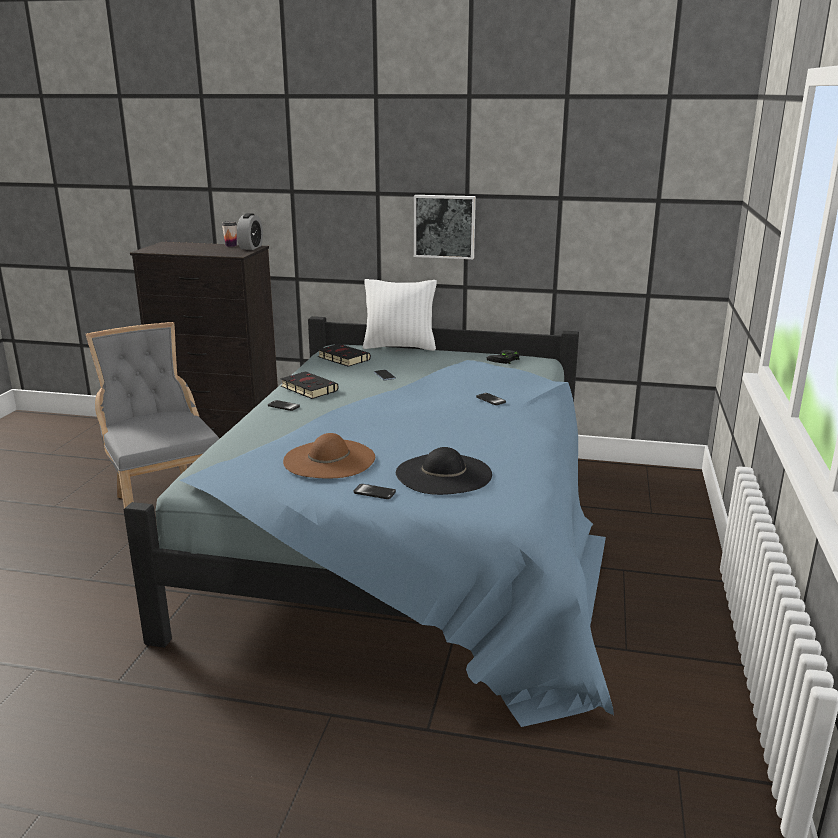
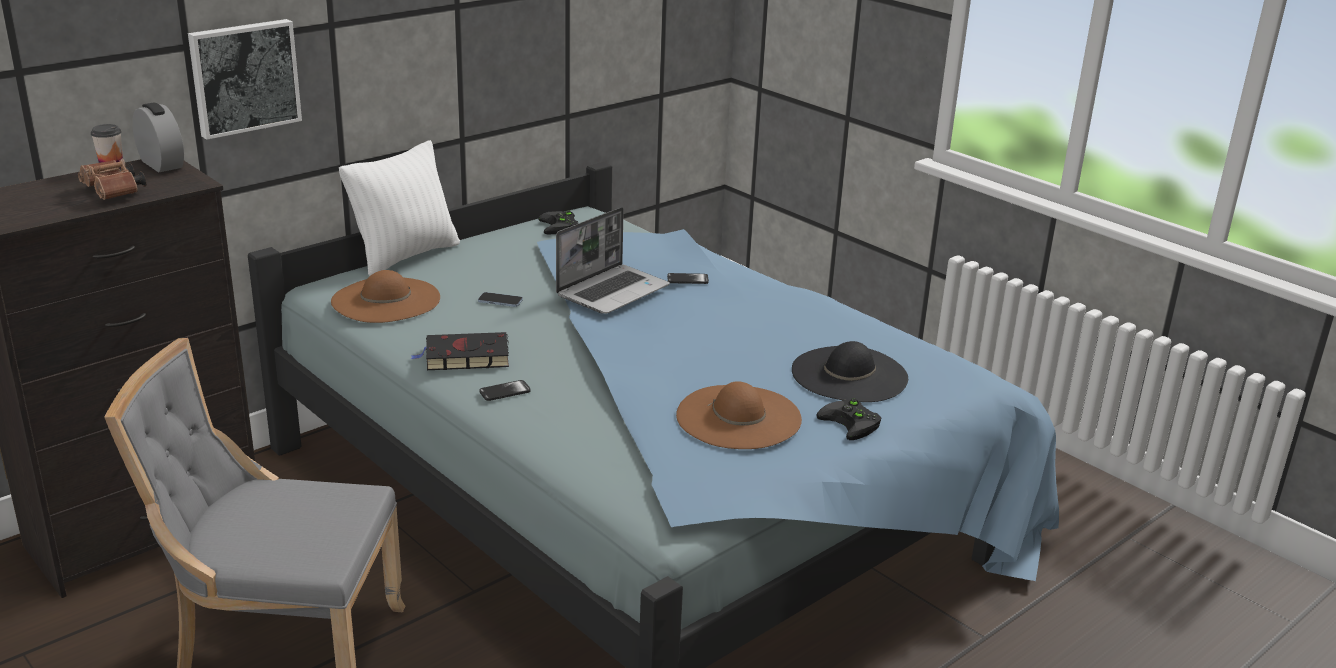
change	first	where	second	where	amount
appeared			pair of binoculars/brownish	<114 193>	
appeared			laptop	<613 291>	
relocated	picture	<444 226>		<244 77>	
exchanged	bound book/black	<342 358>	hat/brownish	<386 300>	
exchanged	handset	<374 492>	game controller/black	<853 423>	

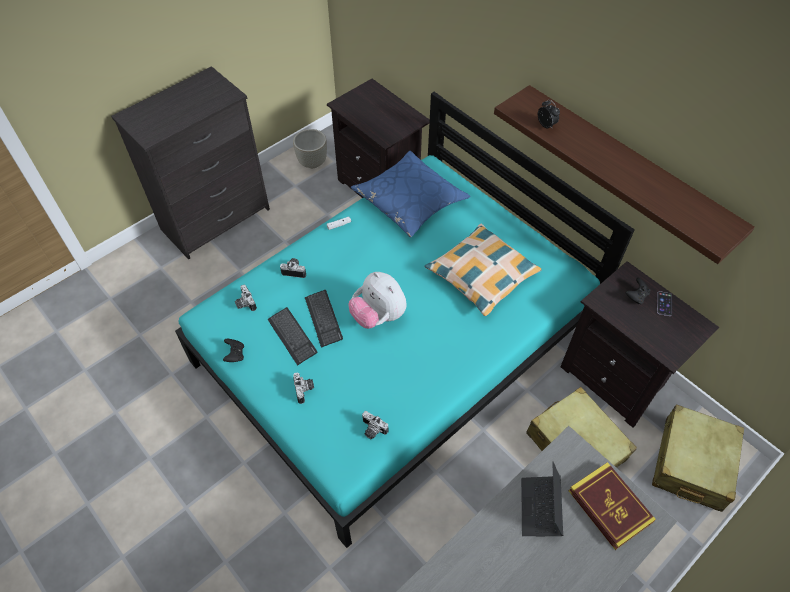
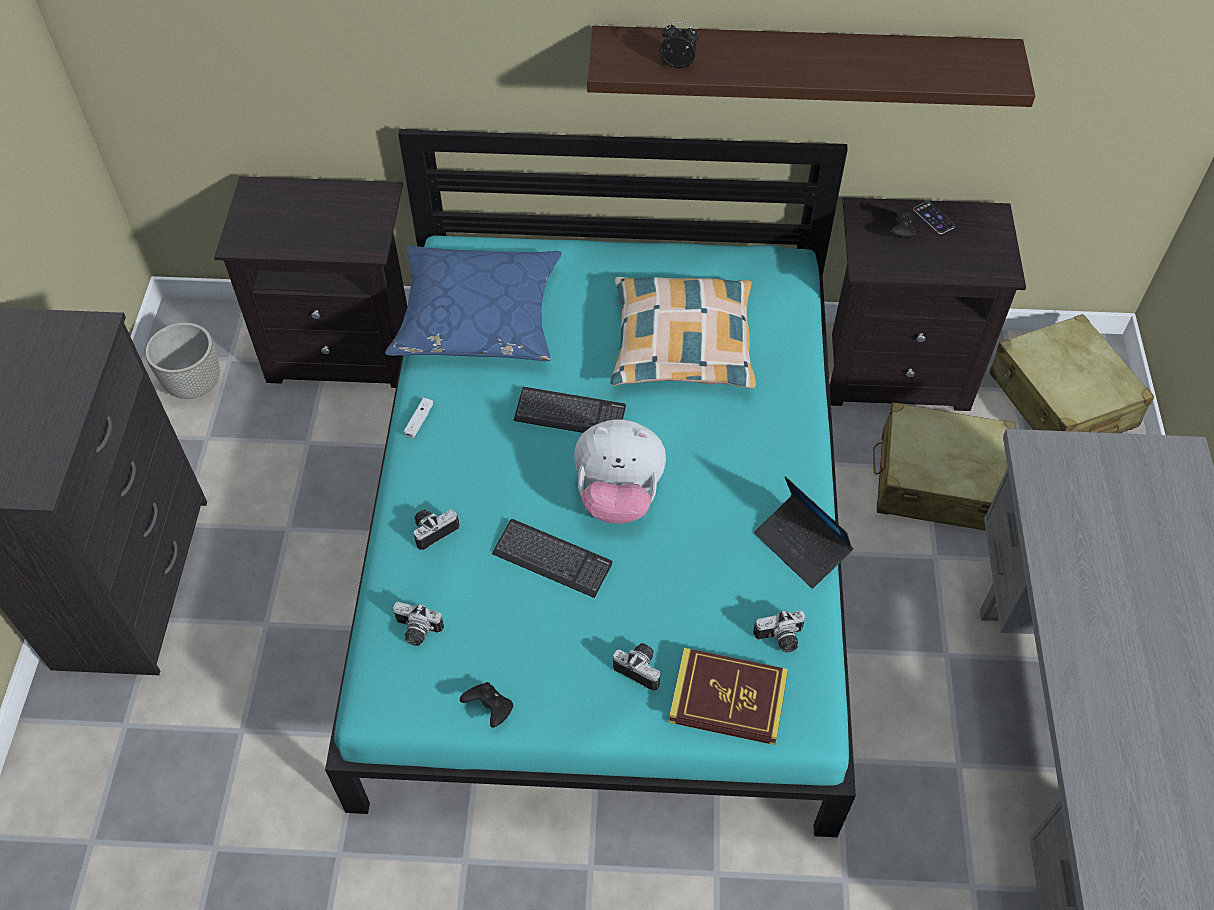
change	first	where	second	where	amount
relocated	keyboard	<292 336>		<570 414>	
relocated	laptop	<540 508>		<802 546>	
relocated	bound book	<609 506>		<728 699>	

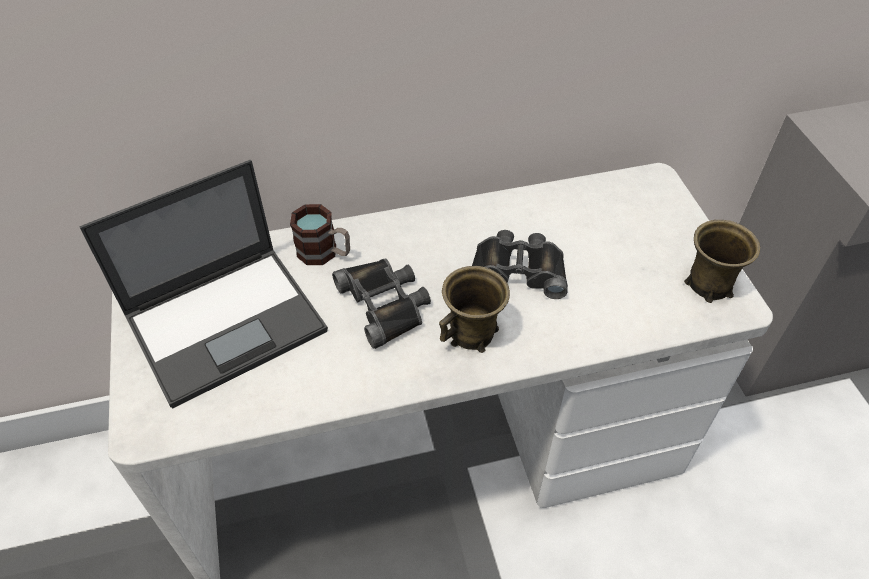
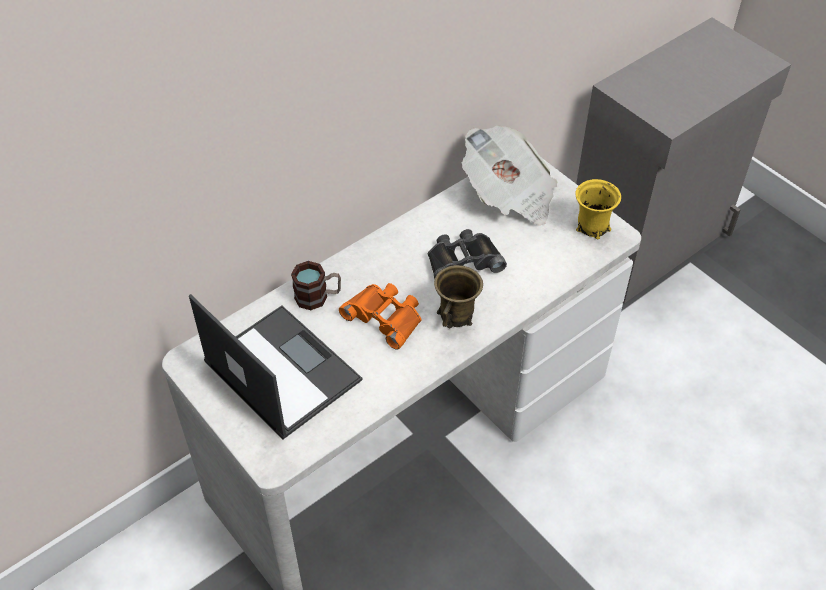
change	first	where	second	where	amount
appeared			newspaper	<509 195>	
colour	pair of binoculars/black	<385 304>	pair of binoculars/orange-coloured	<385 317>	
colour	tea mug/brownish	<708 283>	tea mug/yellow-coloured	<592 226>	
spun	laptop	<228 322>		<280 370>	75 degrees counterclockwise

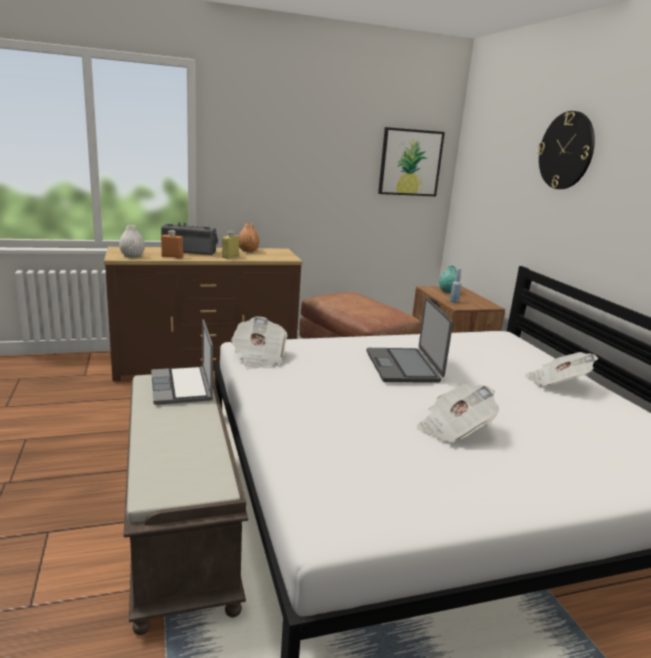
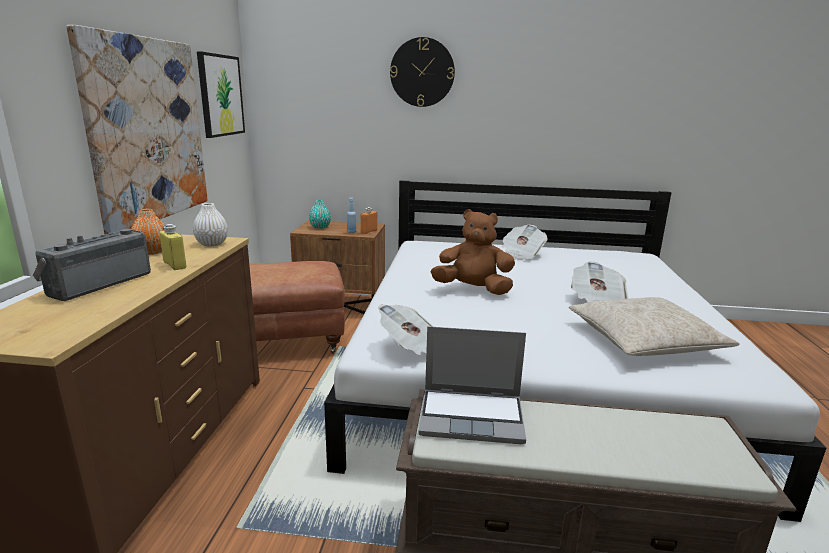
change	first	where	second	where	amount
appeared			picture	<148 131>	
appeared			pillow/beige-coloured	<643 340>	
relocated	decorative vase/whitish	<132 256>		<212 244>	
relocated	drink bottle/orange-coloured	<172 257>		<369 231>	
exchanged	laptop	<404 366>	plush toy/brownish	<473 289>	

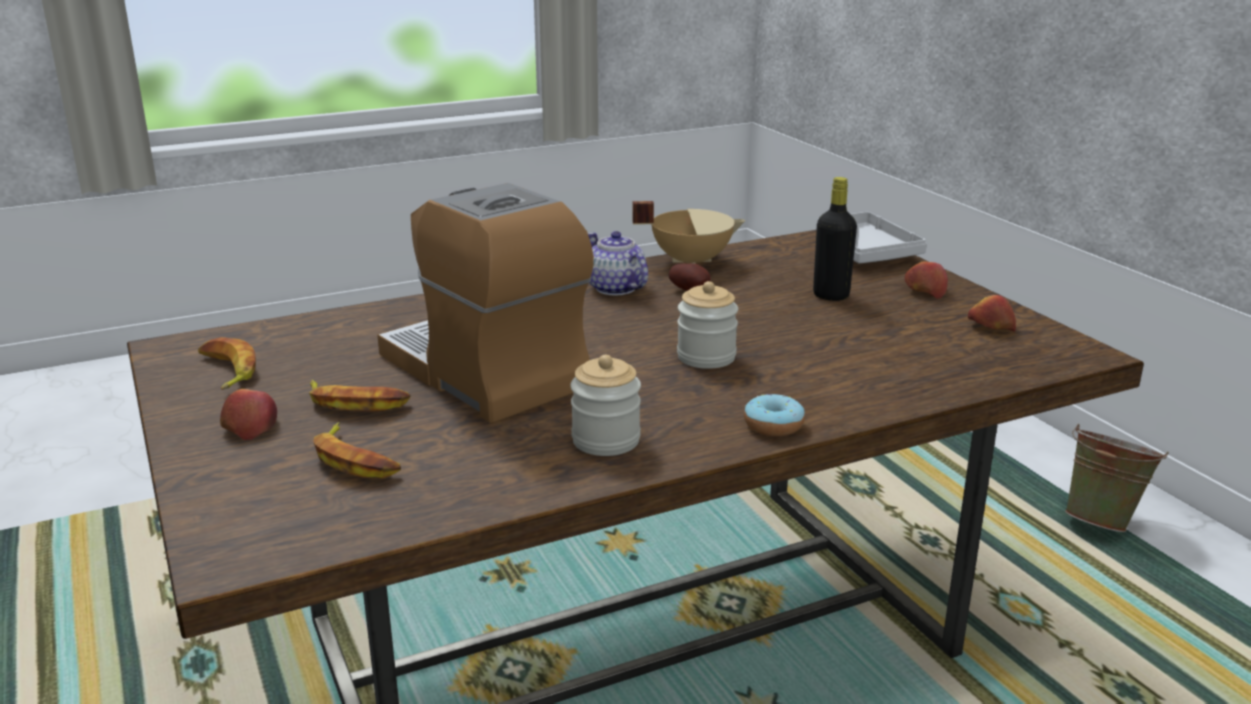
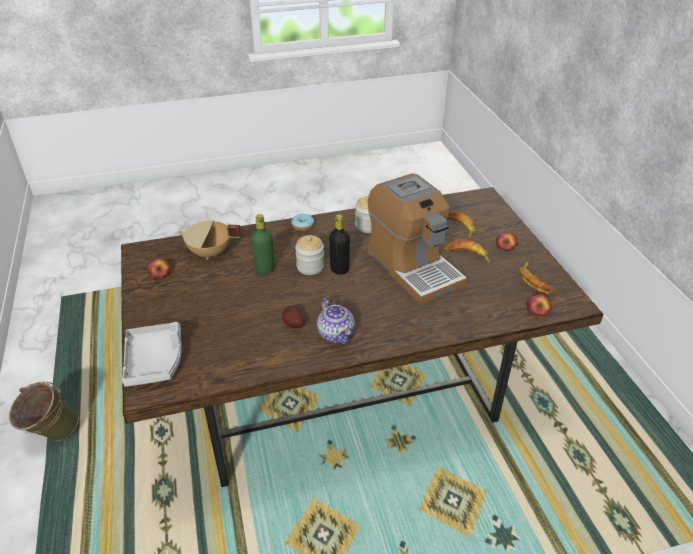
change	first	where	second	where	amount
appeared			drink bottle/green-coloured	<265 269>	
relocated	cooking pot/beige-coloured	<690 261>		<210 253>	
relocated	drink bottle/black	<831 295>		<339 269>	
relocated	apple	<924 291>		<537 310>	

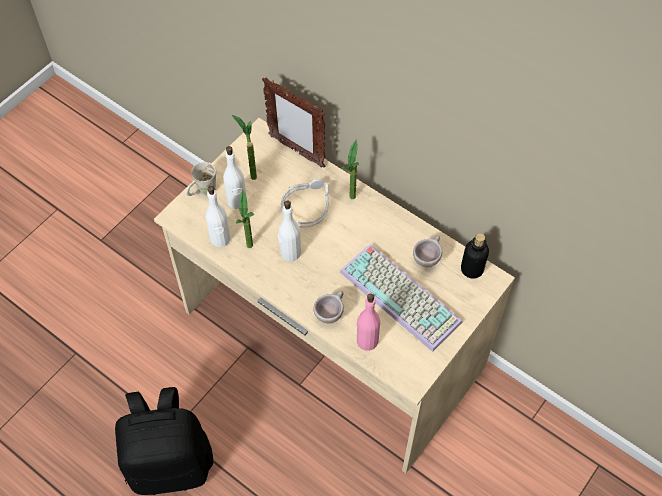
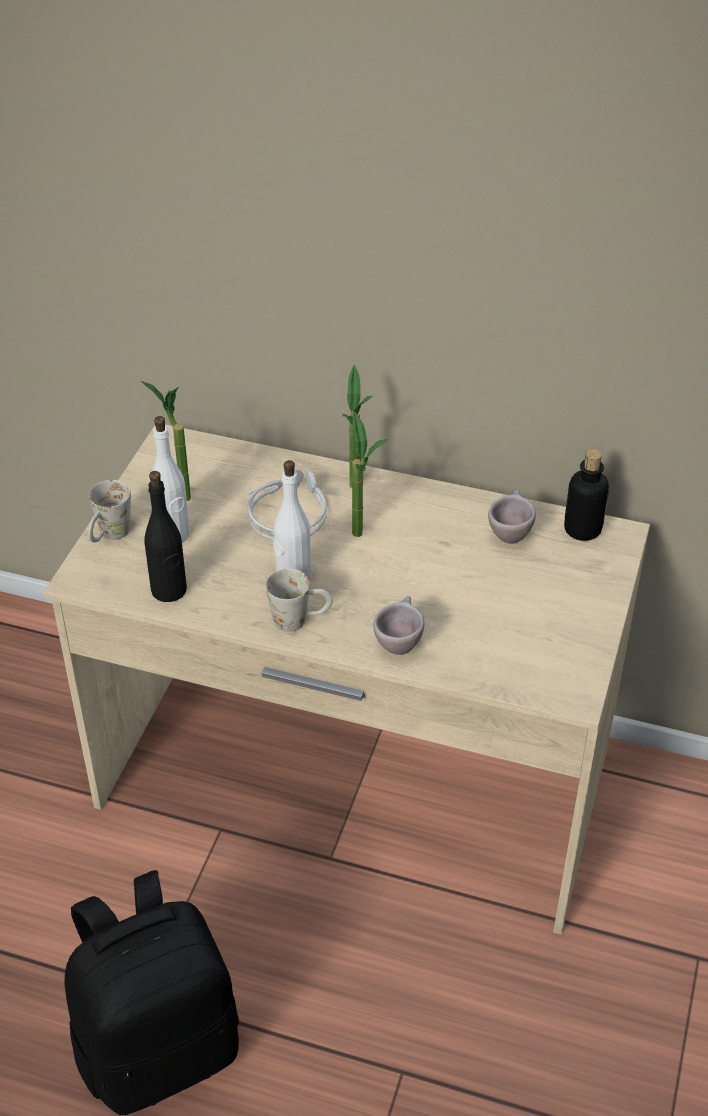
change	first	where	second	where	amount
missing	standing frame	<296 151>			
missing	keyboard	<403 296>			
missing	drink bottle/pink-coloured	<367 340>			
appeared			tea mug/whitish	<300 619>	
relocated	houseplant	<251 251>		<364 539>	
colour	drink bottle/whitish	<220 239>	drink bottle/black	<169 590>	

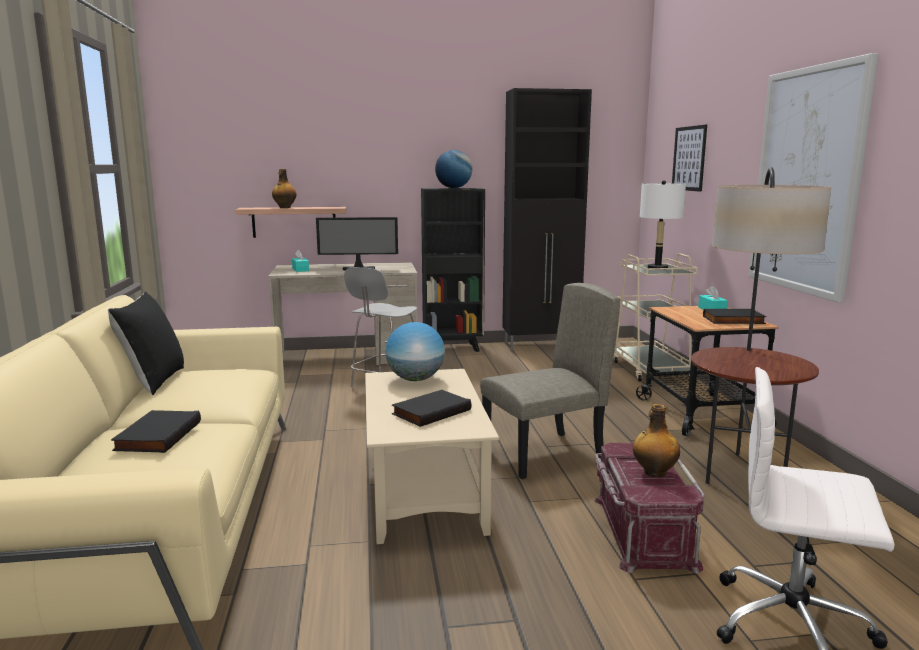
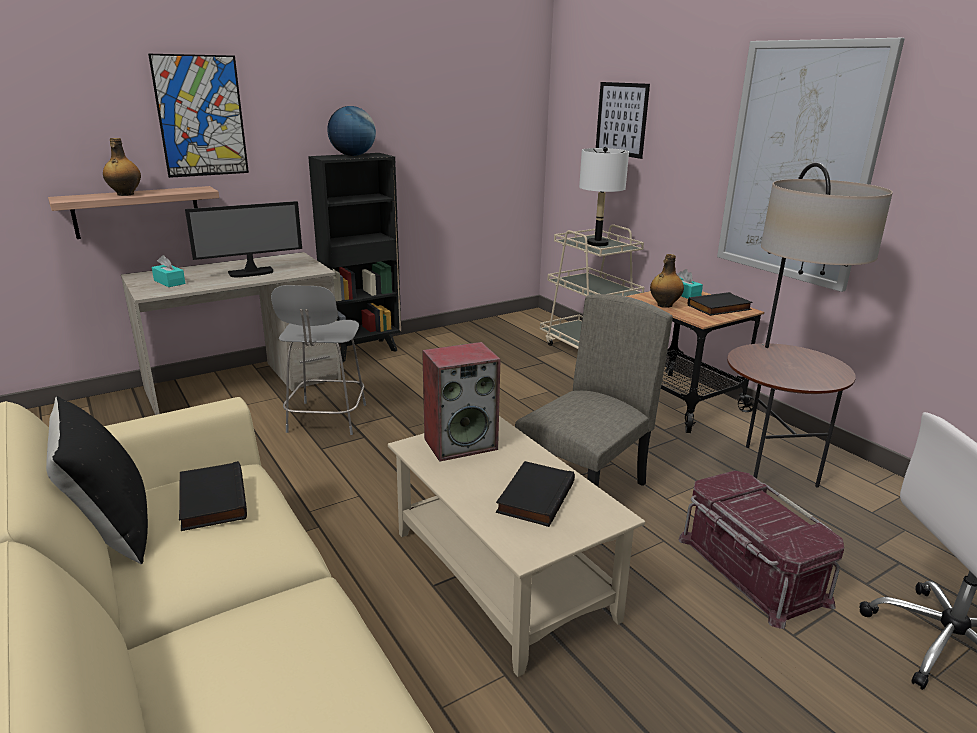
change	first	where	second	where	amount
missing	storage cabinet/black	<541 346>			
appeared			picture	<201 116>	
relocated	bound book/black	<157 435>		<210 500>	
relocated	drink bottle	<654 473>		<664 305>	
exchanged	world globe	<415 379>	audio speaker	<461 443>	

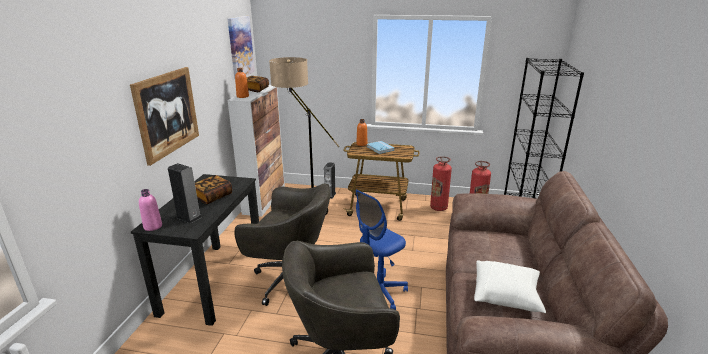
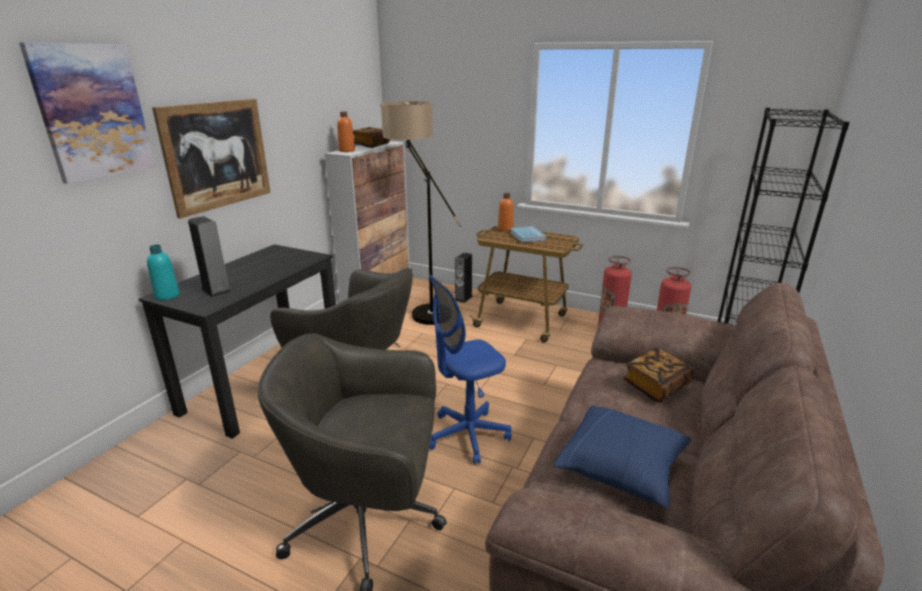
change	first	where	second	where	amount
relocated	bound book	<212 196>		<655 386>	
relocated	picture	<240 47>		<92 112>	
colour	drink bottle/pink-coloured	<153 226>	drink bottle/turquoise-coloured	<167 296>	
colour	pillow/whitish	<506 294>	pillow/blue-coloured	<621 467>	

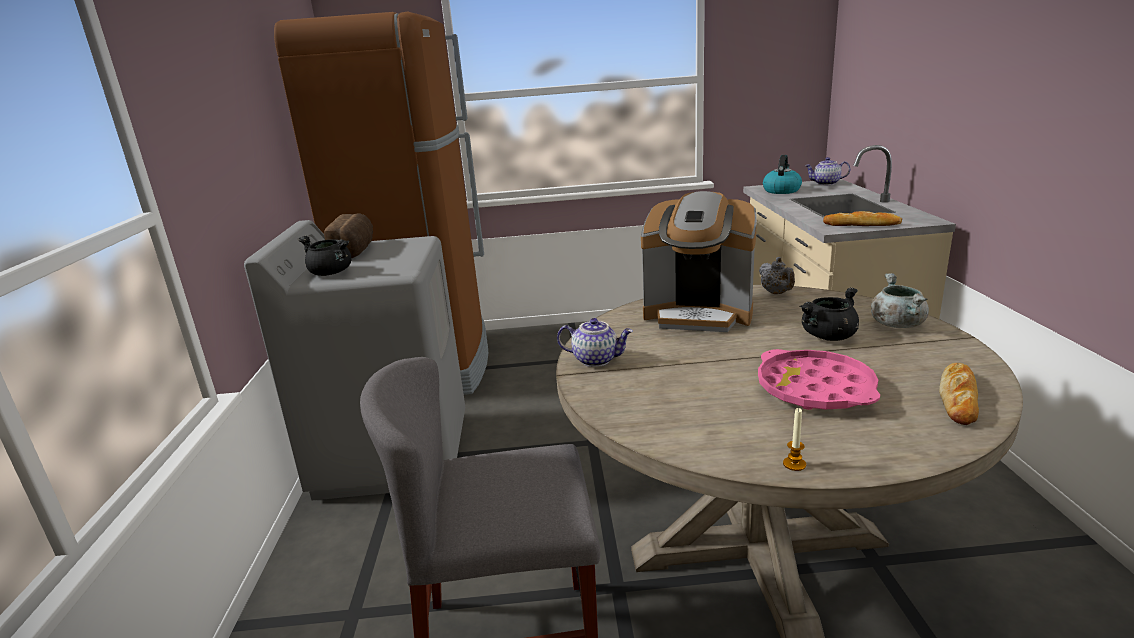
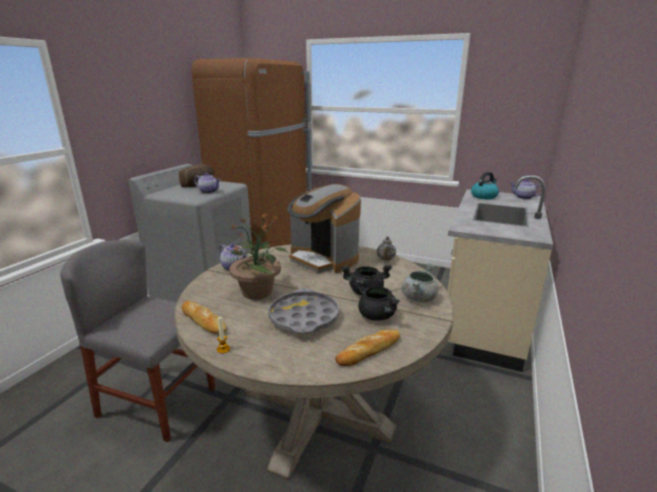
change	first	where	second	where	amount
appeared			tea pot	<209 191>	
appeared			houseplant	<257 291>	
relocated	cooking pot/black	<332 273>		<377 316>	
relocated	bakery bread	<861 224>		<203 321>	
colour	carrying tray/pink-coloured	<815 389>	carrying tray/grey	<304 317>	

